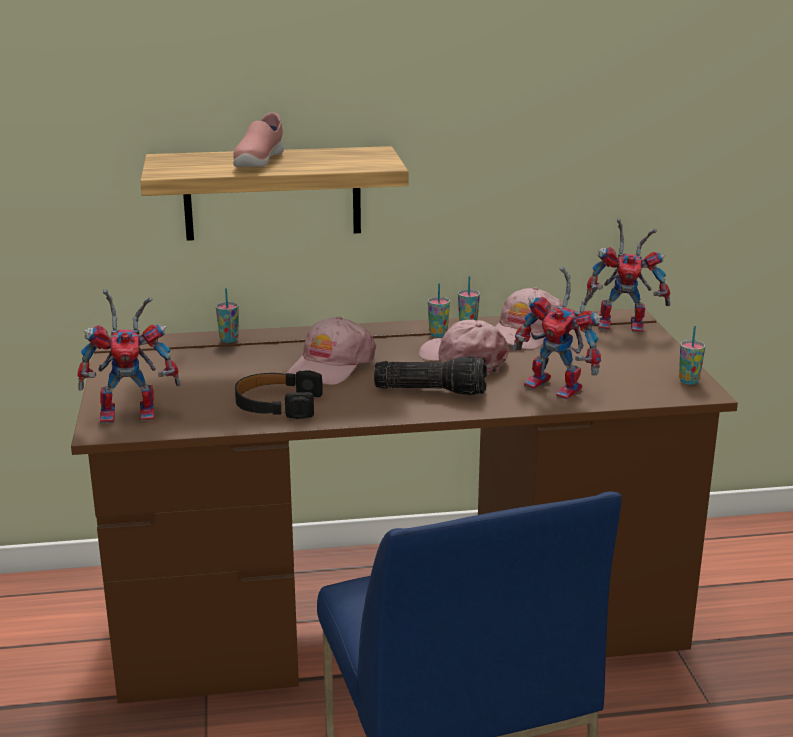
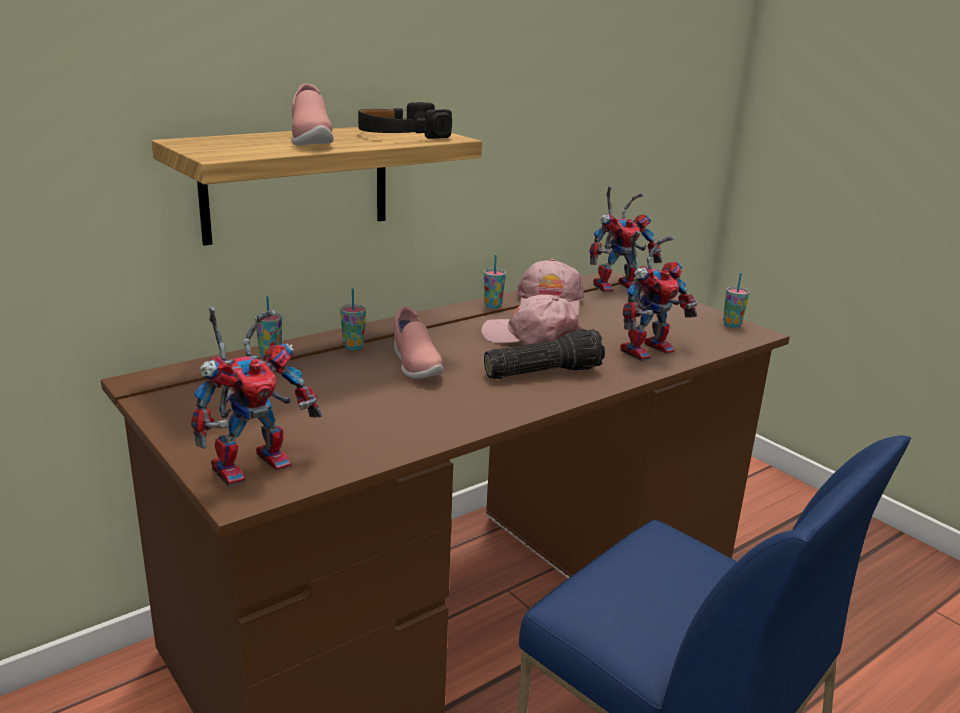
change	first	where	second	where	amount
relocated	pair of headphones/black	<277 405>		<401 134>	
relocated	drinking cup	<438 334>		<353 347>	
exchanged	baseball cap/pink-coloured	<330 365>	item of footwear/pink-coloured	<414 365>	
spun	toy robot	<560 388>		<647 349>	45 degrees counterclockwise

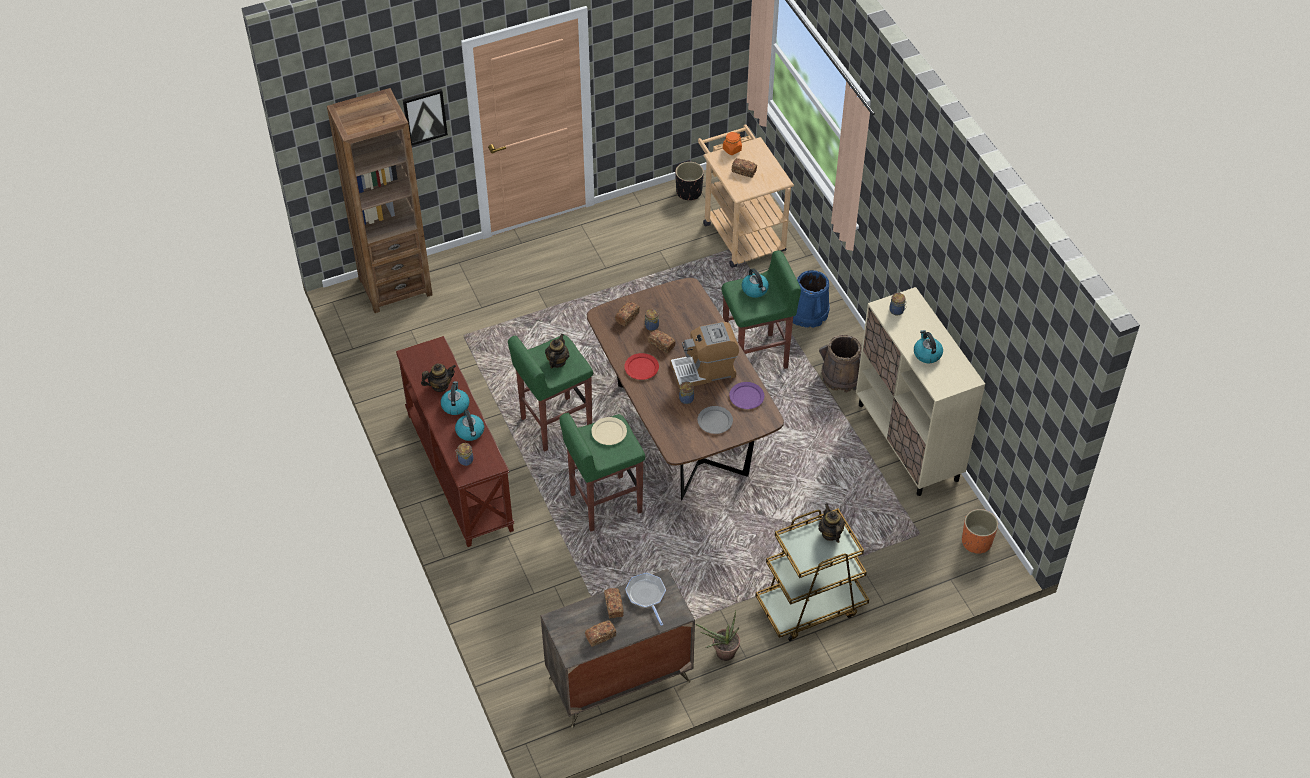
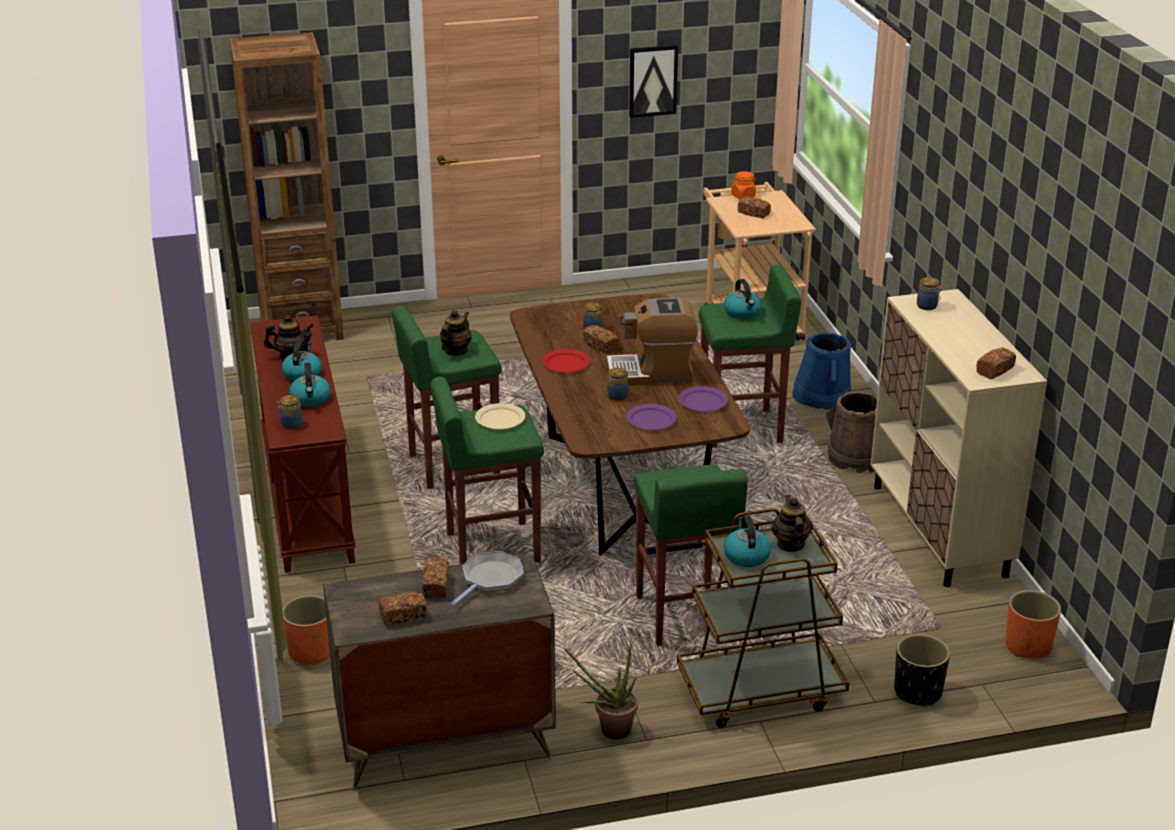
change	first	where	second	where	amount
appeared			planter/orange-coloured	<311 651>	
appeared			stool/green-coloured	<682 617>	
relocated	picture	<424 116>		<652 80>	
relocated	bakery bread	<627 317>		<994 370>	
relocated	planter/black	<689 192>		<918 692>	
relocated	kettle	<927 354>		<746 555>	
colour	plate/grey	<714 421>	plate/purplish	<650 419>	
spun	pan	<646 595>		<490 579>	45 degrees clockwise

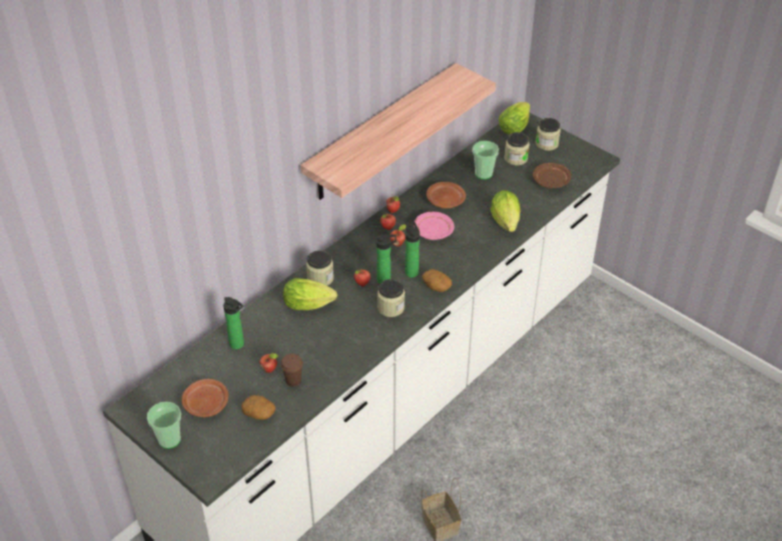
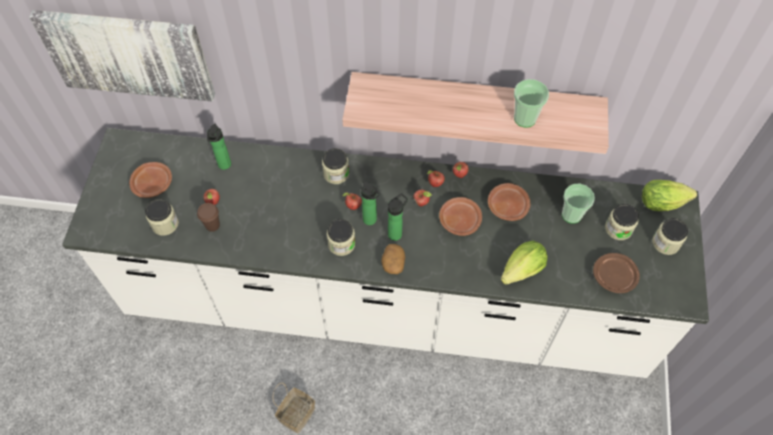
change	first	where	second	where	amount
missing	lettuce head	<311 305>			
appeared			picture	<128 53>	
relocated	drinking cup	<169 439>		<525 118>	
exchanged	spud	<259 413>	preserve jar	<165 224>	
colour	plate/pink-coloured	<433 231>	plate/brownish	<459 220>	

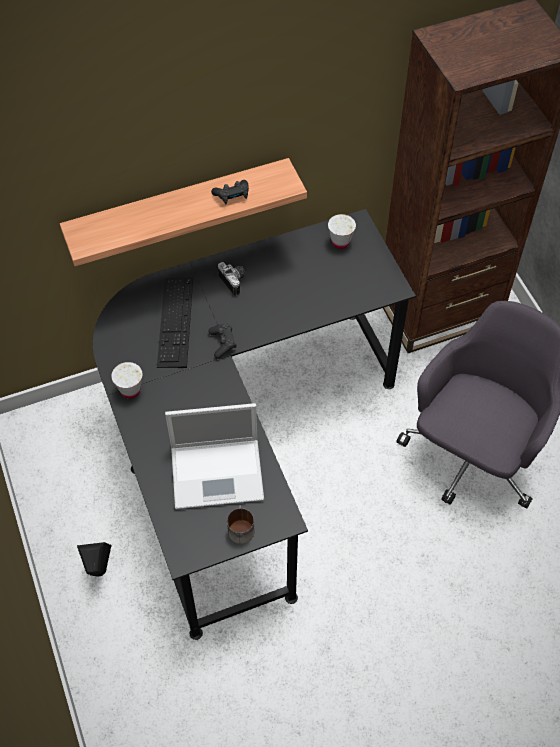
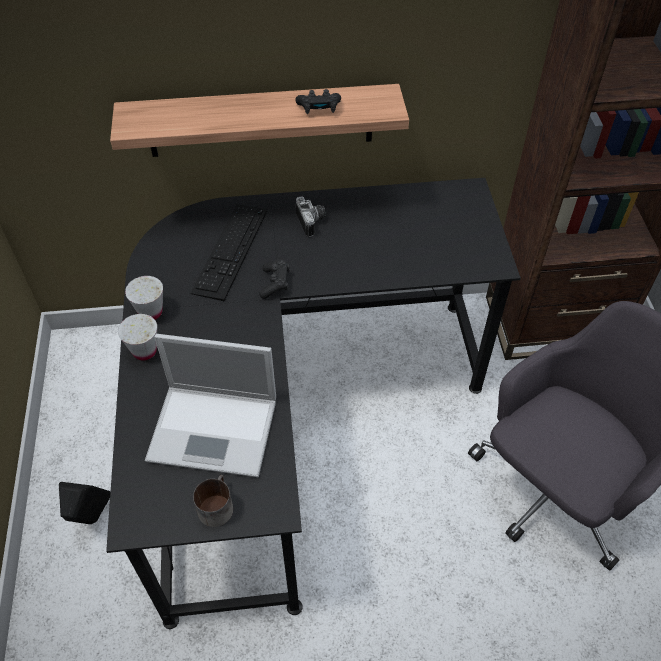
change	first	where	second	where	amount
relocated	drinking cup/whitish	<340 242>		<144 351>	

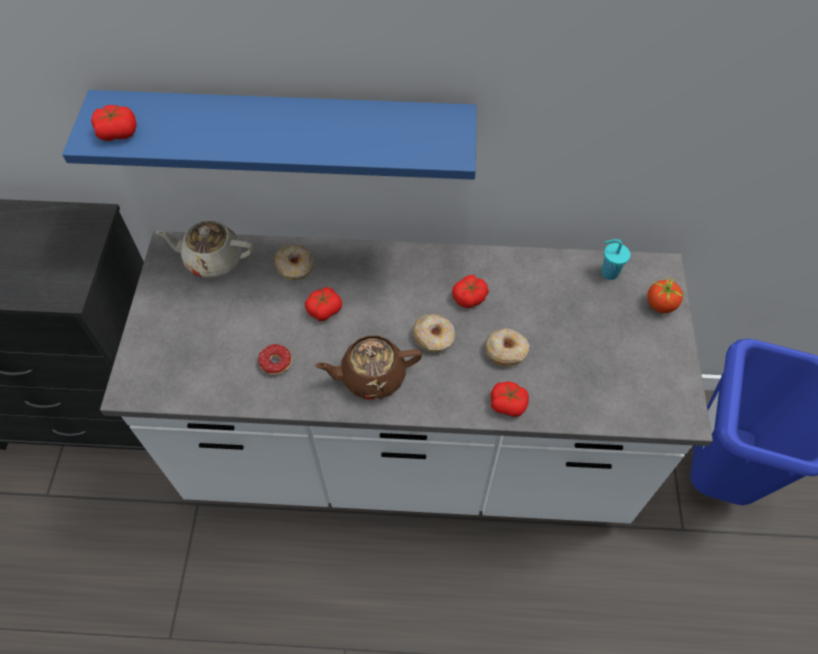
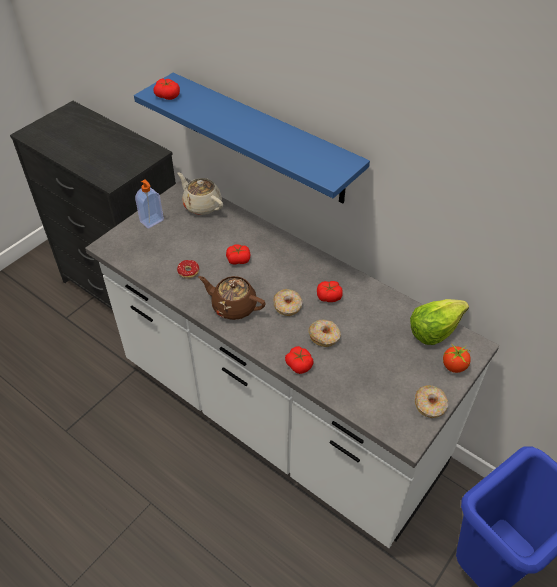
change	first	where	second	where	amount
appeared			soap bottle	<152 221>	
relocated	ring doughnut	<296 267>		<430 405>	
exchanged	drinking cup/turquoise-coloured	<608 272>	lettuce head	<434 329>	

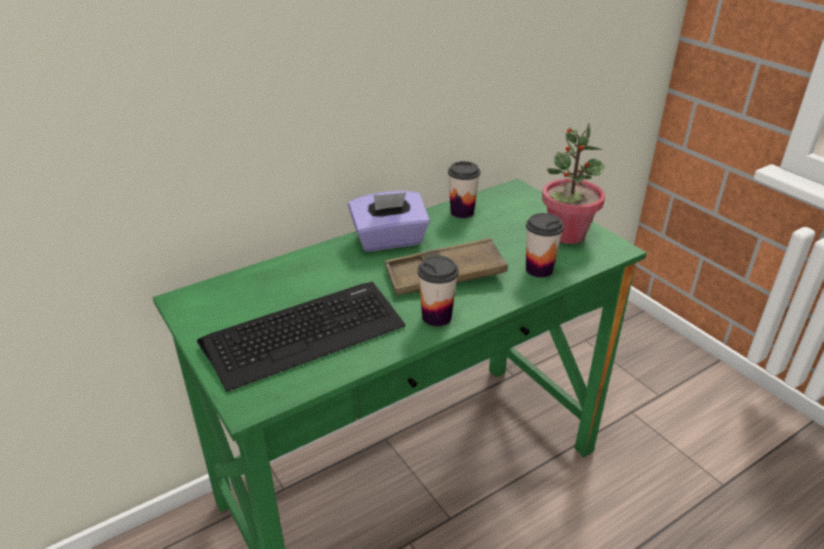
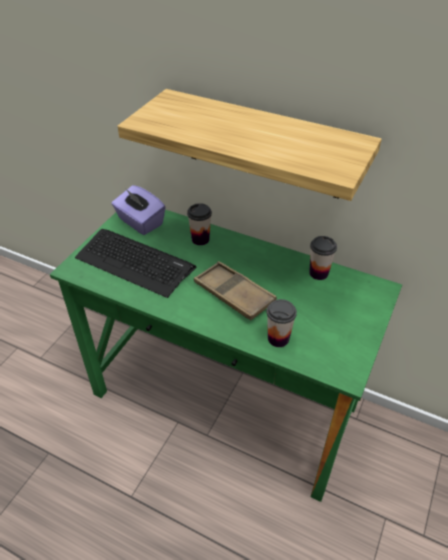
change	first	where	second	where	amount
missing	houseplant	<566 234>			
appeared			shelf	<264 145>	
relocated	tissue holder/purplish	<389 240>		<140 222>	
relocated	drinking cup	<436 317>		<200 239>	

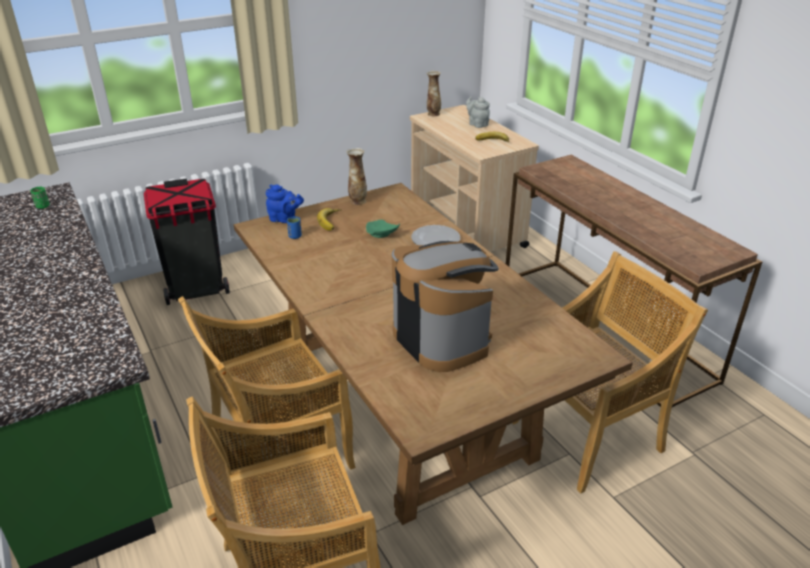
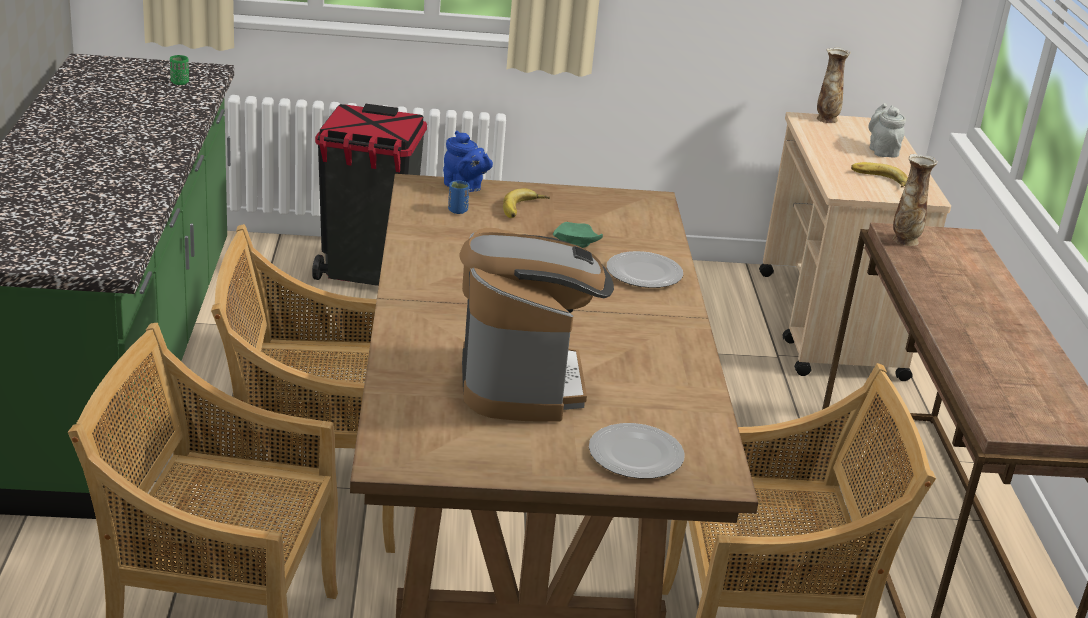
change	first	where	second	where	amount
appeared			plate	<637 455>	
relocated	decorative vase	<357 201>		<905 240>	

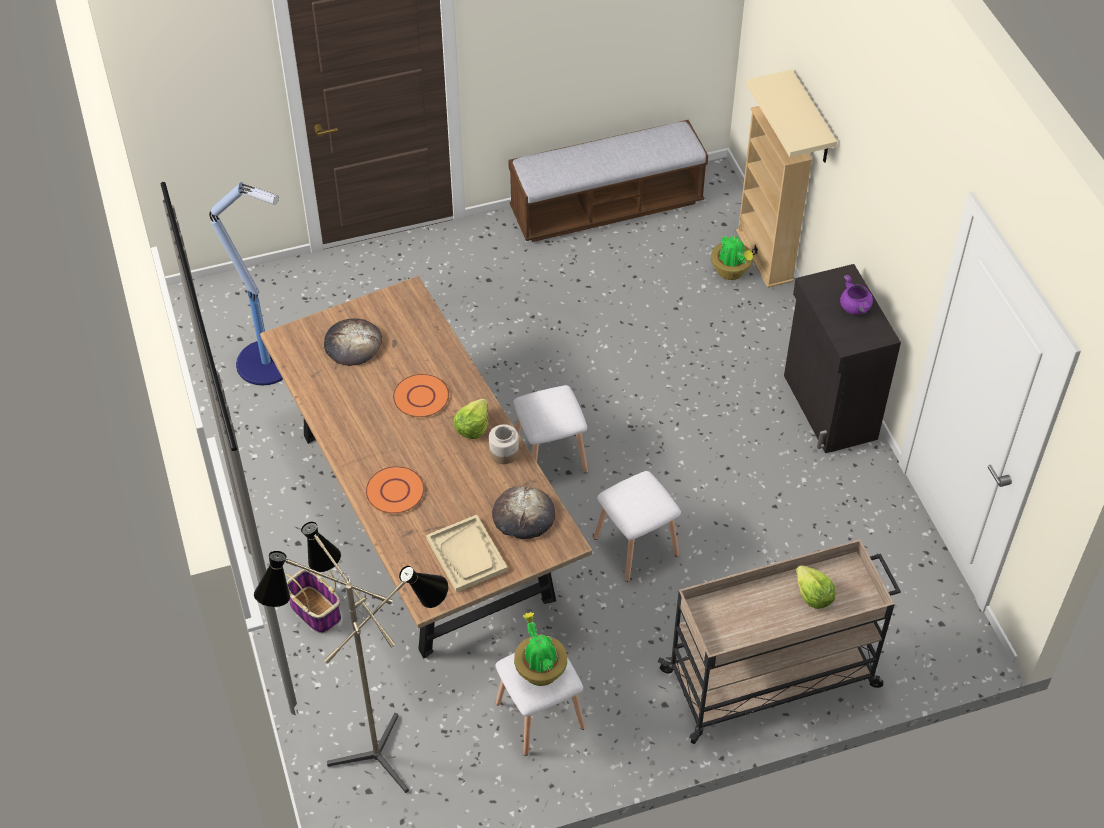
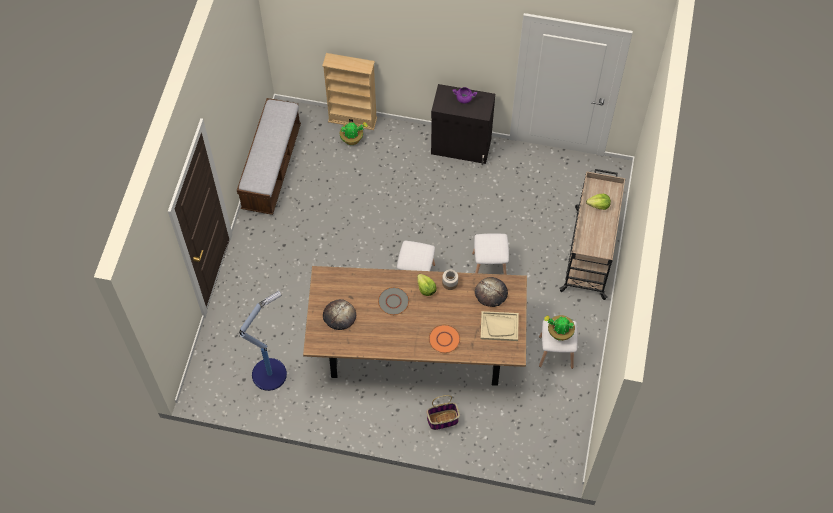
change	first	where	second	where	amount
missing	standard lamp	<374 748>			
missing	shelf/beige-coloured	<812 120>			
colour	plate/orange-coloured	<421 396>	plate/grey	<393 301>	

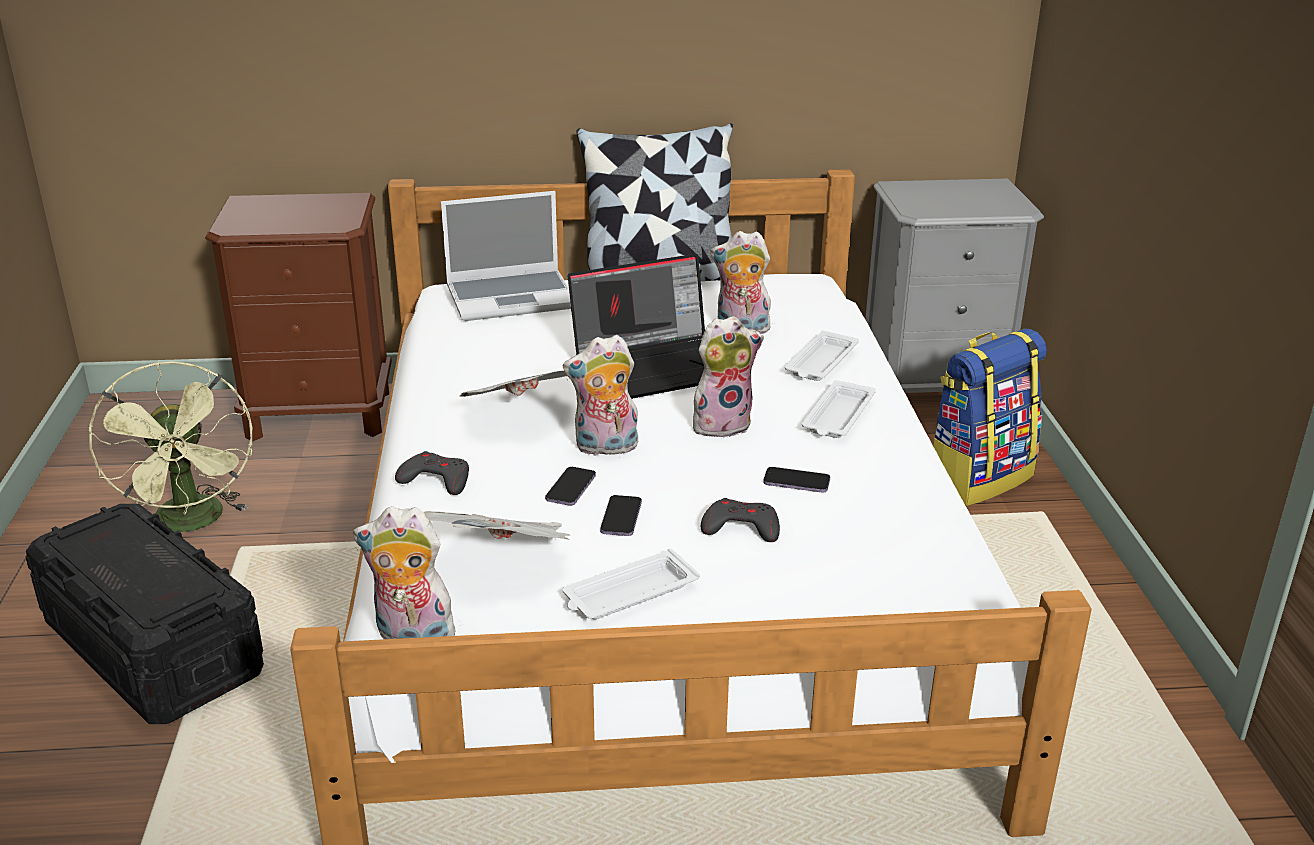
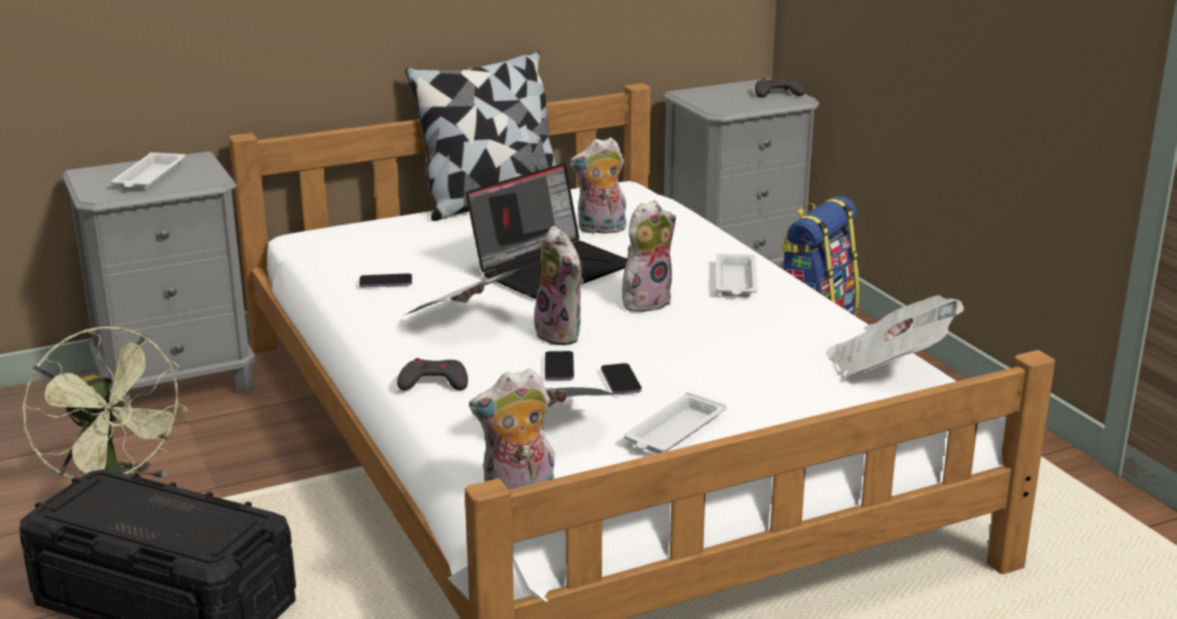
change	first	where	second	where	amount
missing	laptop	<512 297>			
appeared			newspaper	<888 366>	
relocated	game controller/grey	<741 527>		<777 93>	
relocated	handset	<796 482>		<385 283>	
relocated	carrying tray/whitish	<820 363>		<149 177>	
colour	night table/brownish	<320 414>	night table/grey	<177 383>	
spun	plush toy	<605 448>		<562 334>	90 degrees counterclockwise

